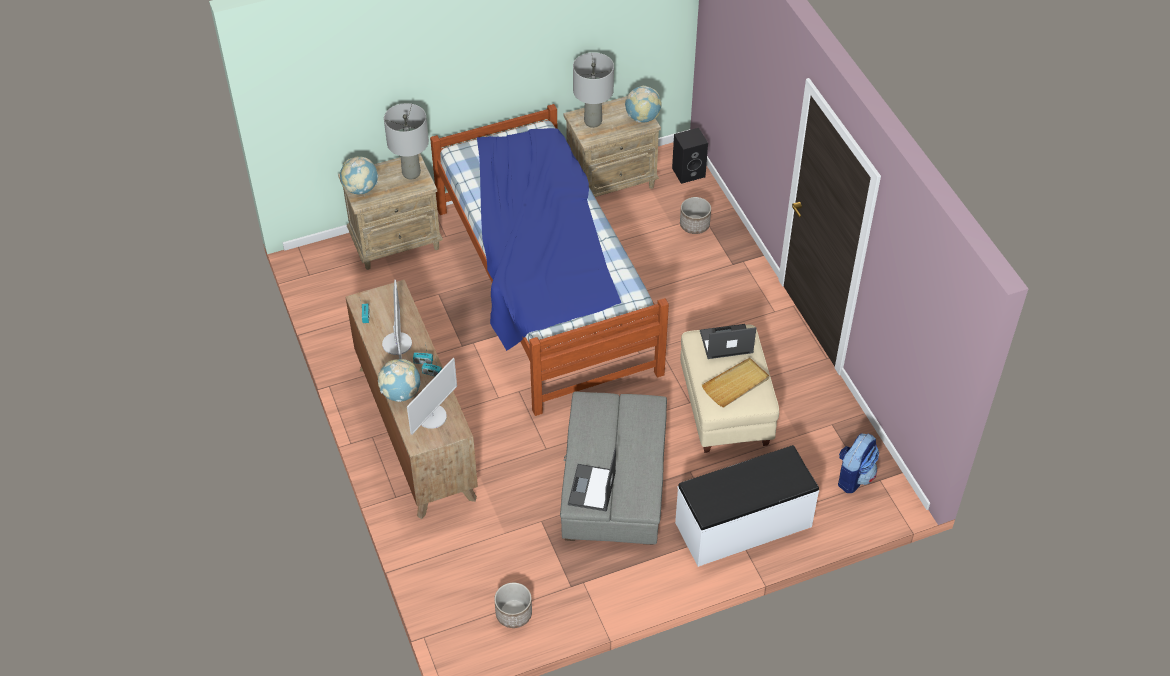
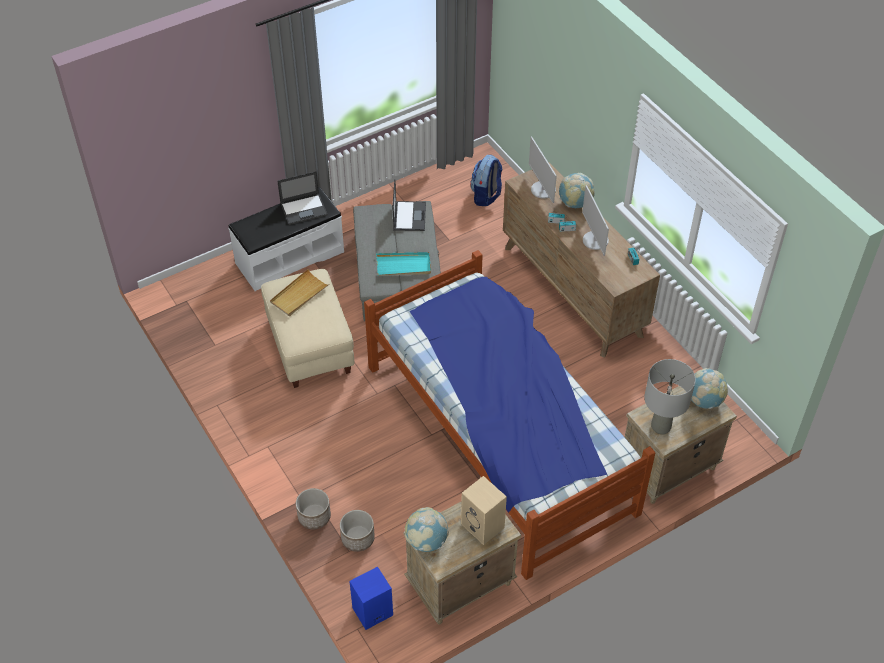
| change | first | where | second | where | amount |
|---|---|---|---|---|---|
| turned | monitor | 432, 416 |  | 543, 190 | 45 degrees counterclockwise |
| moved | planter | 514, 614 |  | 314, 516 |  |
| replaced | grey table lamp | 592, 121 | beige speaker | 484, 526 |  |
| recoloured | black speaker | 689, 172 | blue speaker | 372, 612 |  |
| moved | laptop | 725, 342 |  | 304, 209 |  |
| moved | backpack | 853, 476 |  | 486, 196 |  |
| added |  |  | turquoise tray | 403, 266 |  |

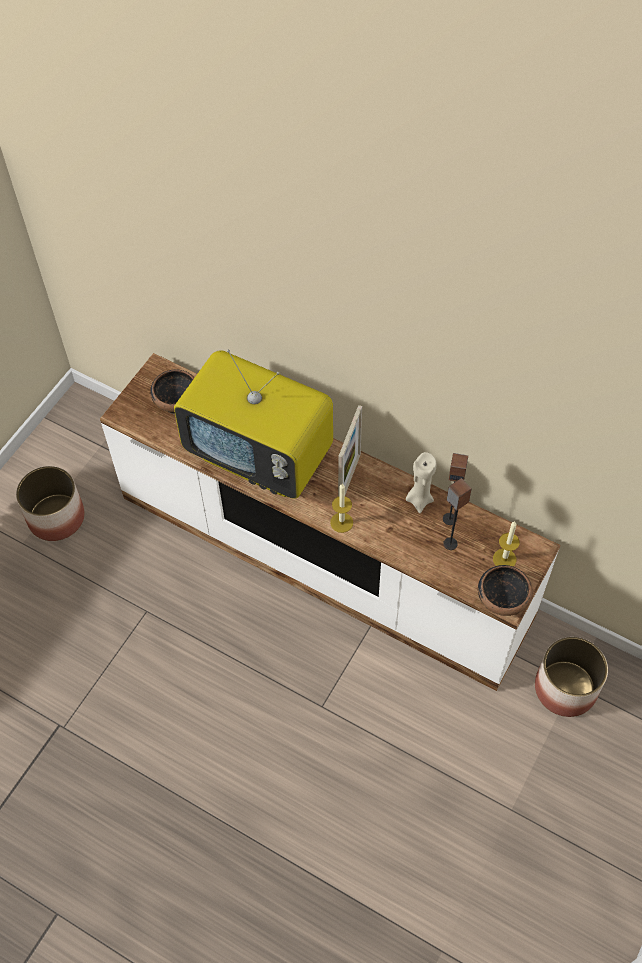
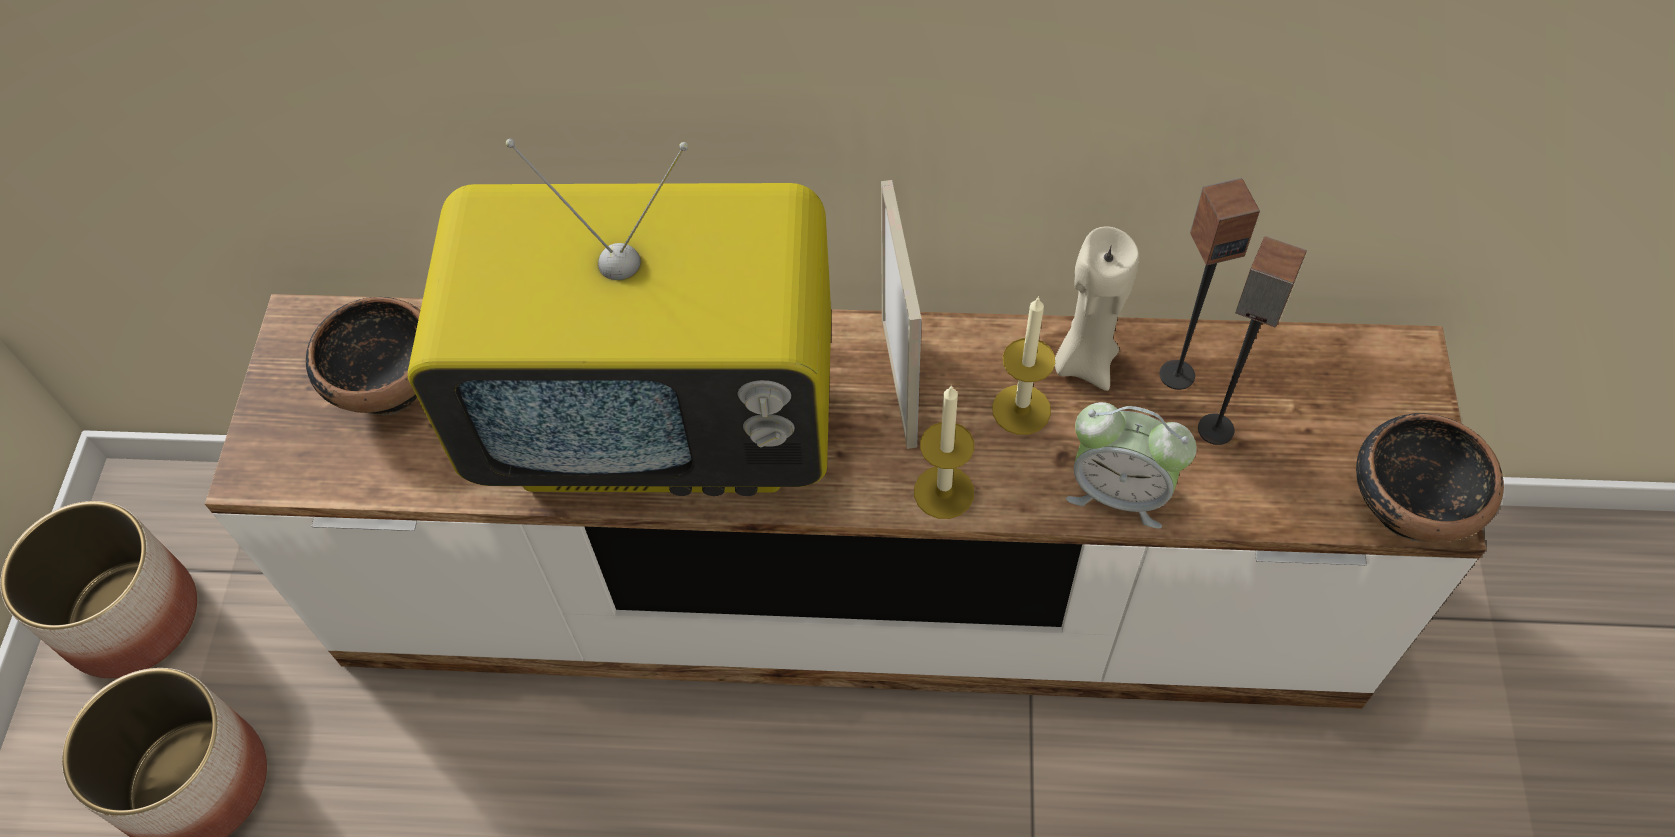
| change | first | where | second | where | amount |
|---|---|---|---|---|---|
| moved | candle | 504, 559 |  | 1021, 409 |  |
| moved | planter | 565, 687 |  | 132, 616 |  |
| added |  |  | alarm clock | 1119, 492 |  |

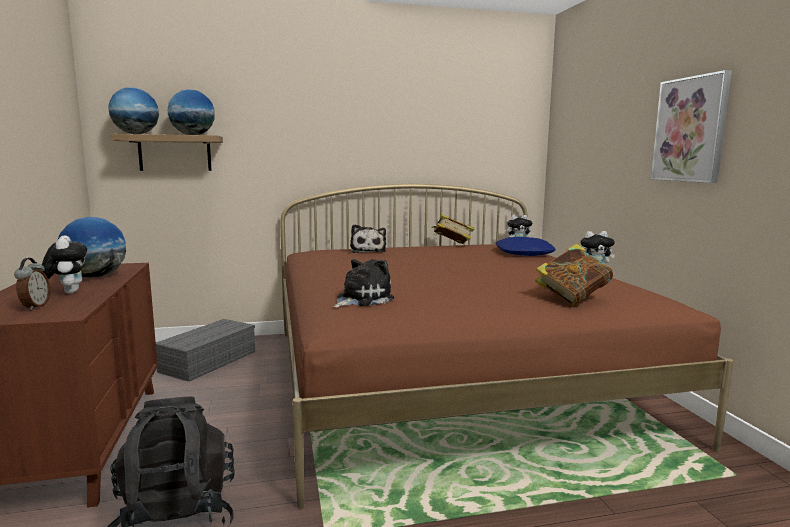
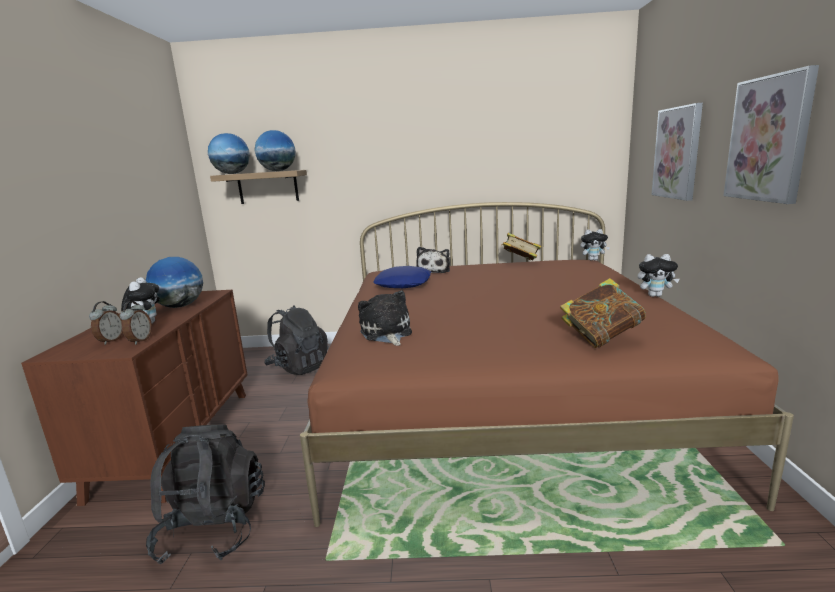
| change | first | where | second | where | amount |
|---|---|---|---|---|---|
| replaced | grey storage box | 209, 361 | black backpack | 299, 367 |  |
| turned | plush toy | 361, 299 |  | 386, 333 | 75 degrees counterclockwise |
| moved | blue pillow | 524, 253 |  | 404, 284 |  |
| added |  |  | alarm clock | 139, 341 |  |
| added |  |  | picture | 677, 153 |  |

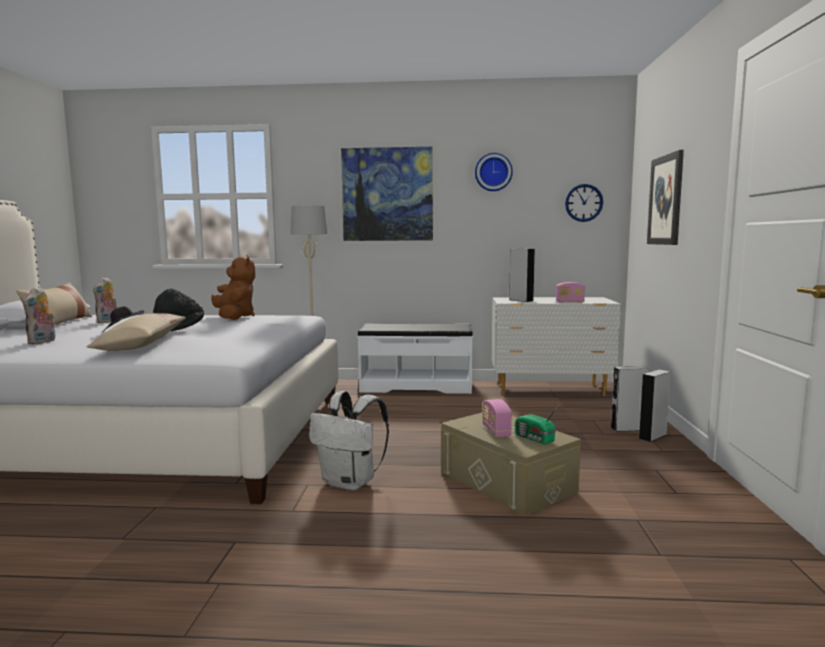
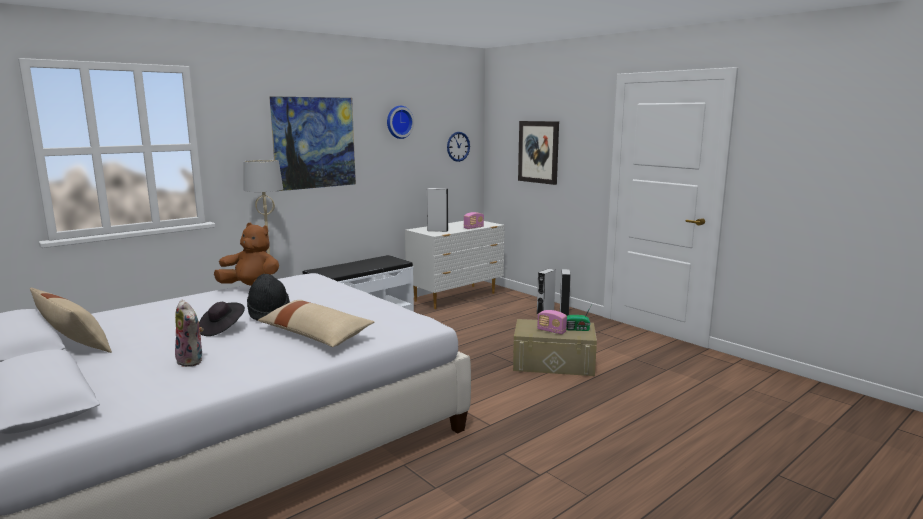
| change | first | where | second | where | amount |
|---|---|---|---|---|---|
| removed | plush toy | 108, 321 |  |  |  |
| removed | white backpack | 351, 482 |  |  |  |

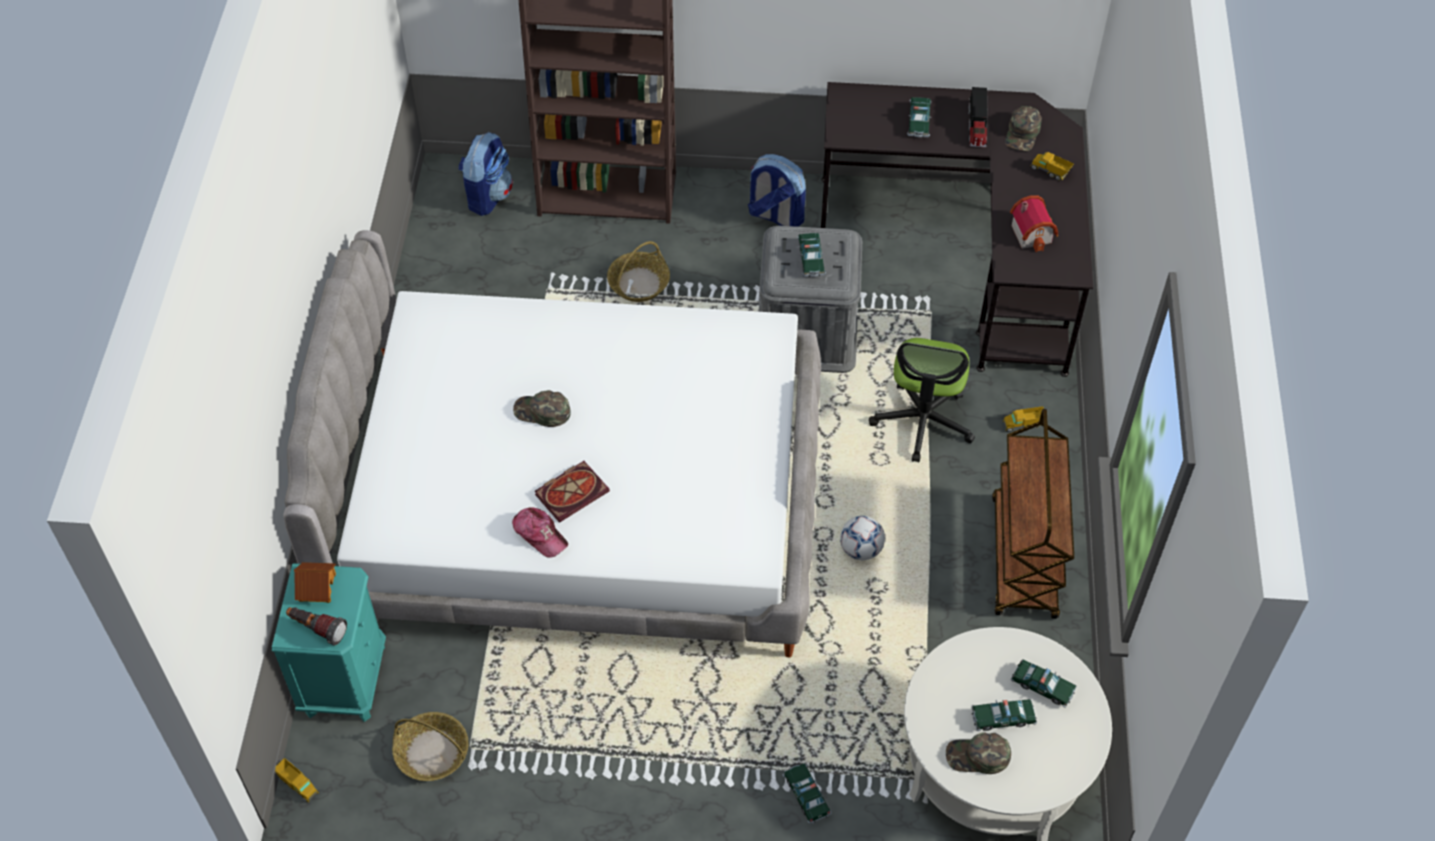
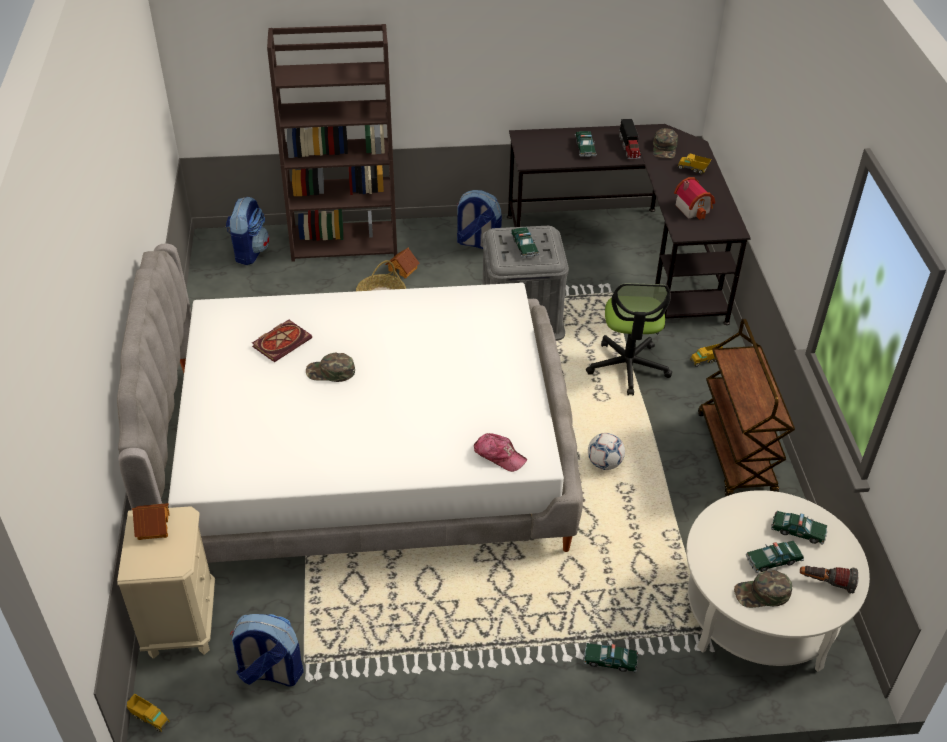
| change | first | where | second | where | amount |
|---|---|---|---|---|---|
| recoloured | turquoise nightstand | 344, 679 | beige nightstand | 181, 621 |  |
| moved | flashlight | 317, 629 |  | 825, 583 |  |
| replaced | basket | 431, 753 | backpack | 270, 672 |  |
| moved | cap | 539, 534 |  | 499, 455 |  |
| moved | book | 572, 491 |  | 282, 341 |  |
| turned | toy car | 806, 796 |  | 610, 661 | 45 degrees counterclockwise |
| added |  |  | toy house | 403, 269 |  |

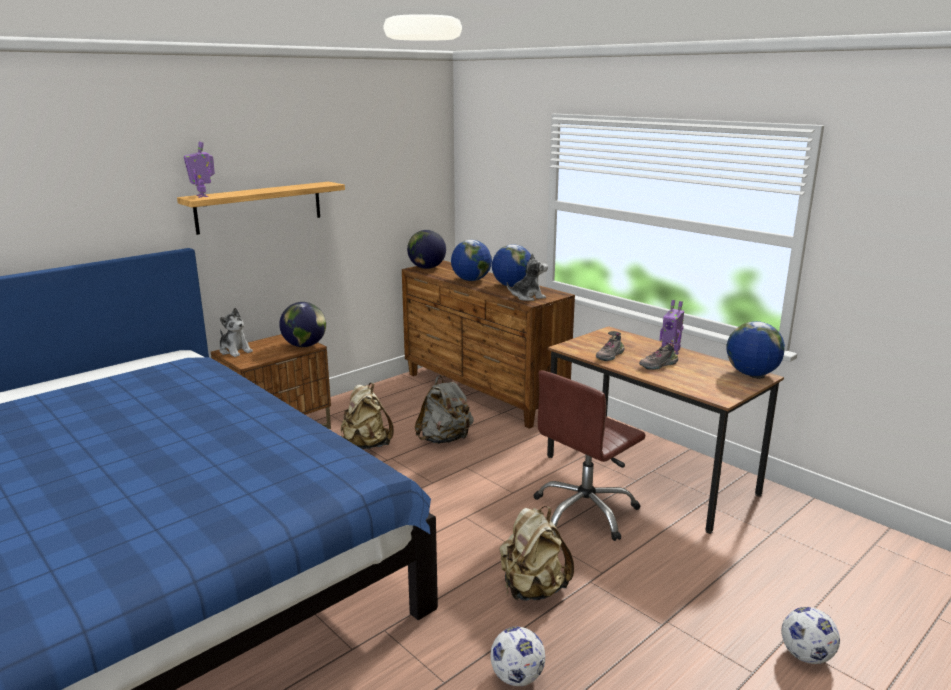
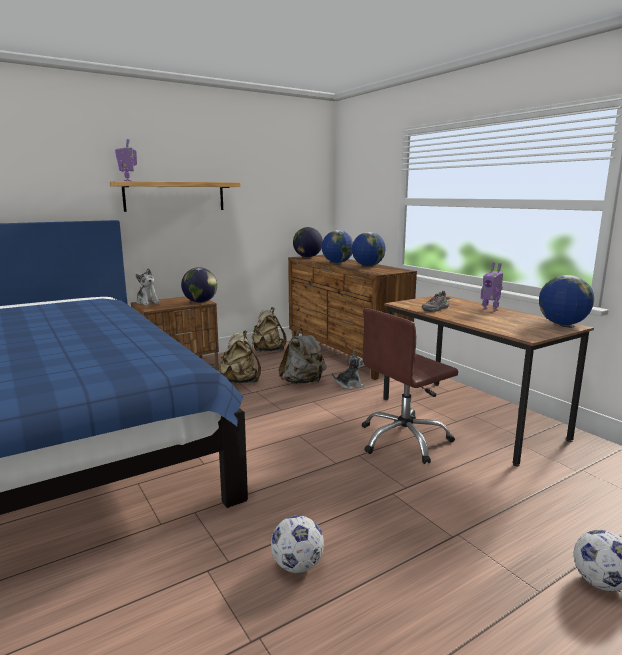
| change | first | where | second | where | amount |
|---|---|---|---|---|---|
| moved | beige backpack | 532, 589 |  | 268, 351 |  |
| moved | plush toy | 527, 297 |  | 350, 385 |  |
| removed | shoe | 658, 365 |  |  |  |

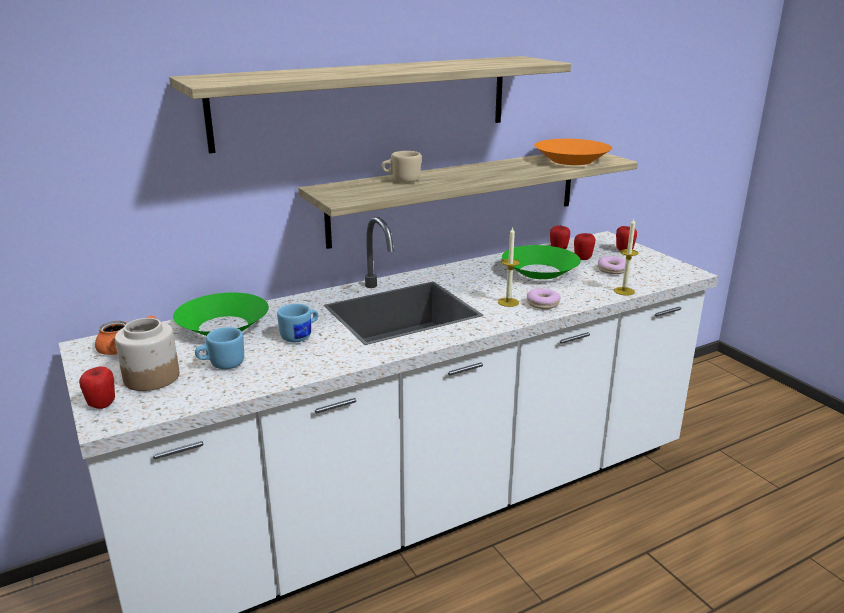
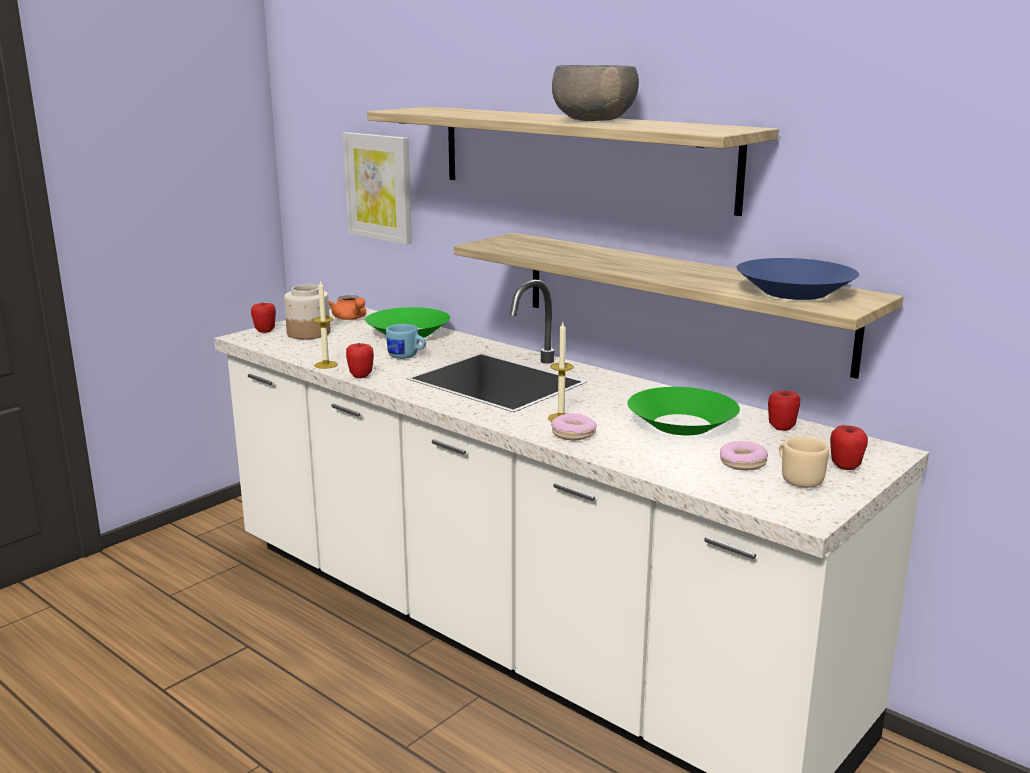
| change | first | where | second | where | amount |
|---|---|---|---|---|---|
| removed | blue mug | 221, 364 |  |  |  |
| moved | beige mug | 401, 180 |  | 798, 479 |  |
| recoloured | orange bowl | 571, 160 | blue bowl | 794, 292 |  |
| moved | apple | 583, 258 |  | 361, 375 |  |
| moved | candle | 624, 291 |  | 326, 365 |  |
| added |  |  | picture | 379, 187 |  |
| added |  |  | grey bowl | 593, 120 |  |

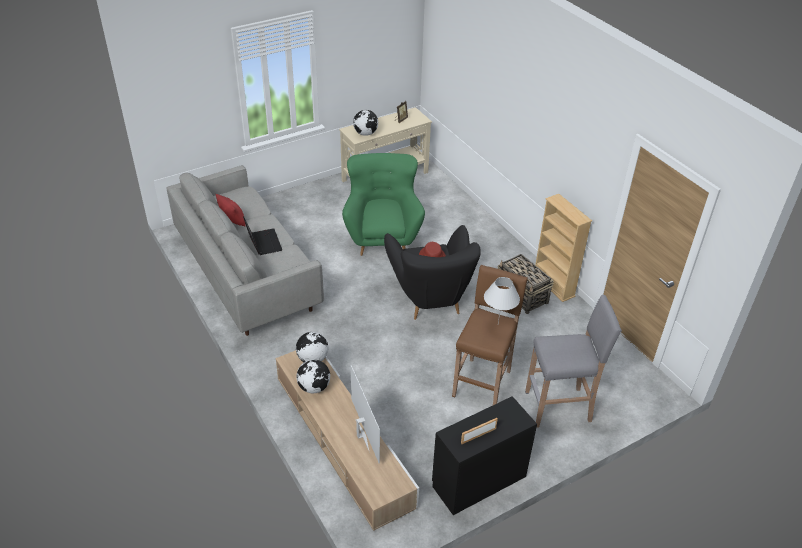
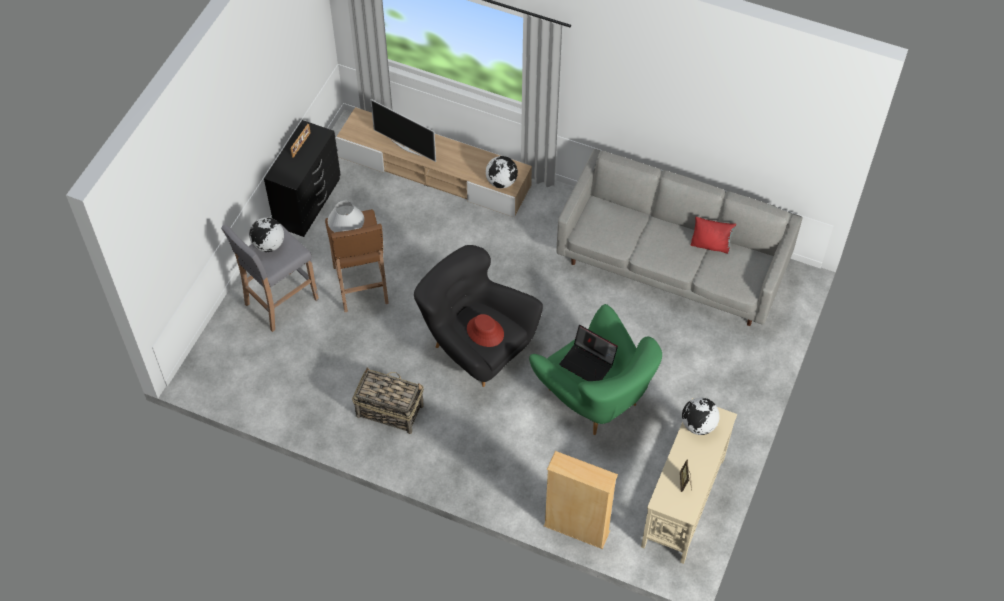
| change | first | where | second | where | amount |
|---|---|---|---|---|---|
| moved | laptop | 263, 242 |  | 588, 363 |  |
| moved | globe | 314, 387 |  | 268, 245 |  |
| moved | beige bookcase | 553, 285 |  | 576, 529 |  |

